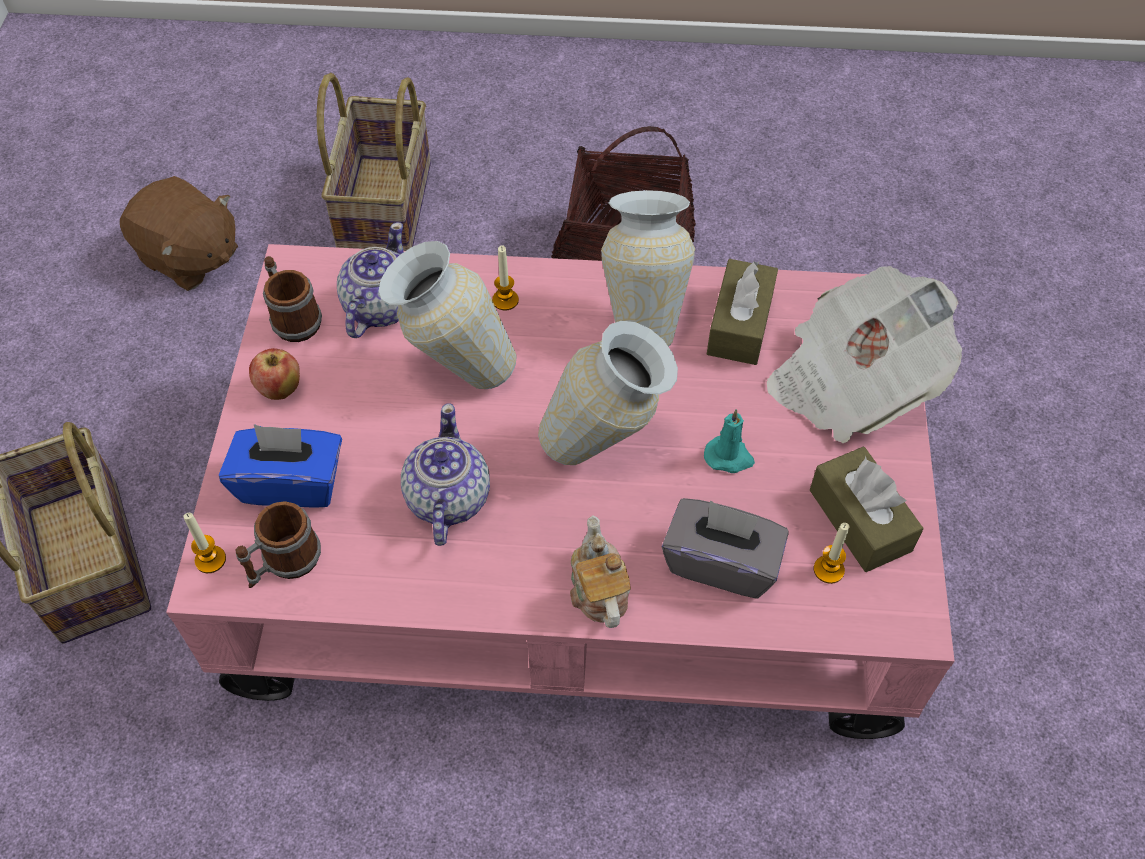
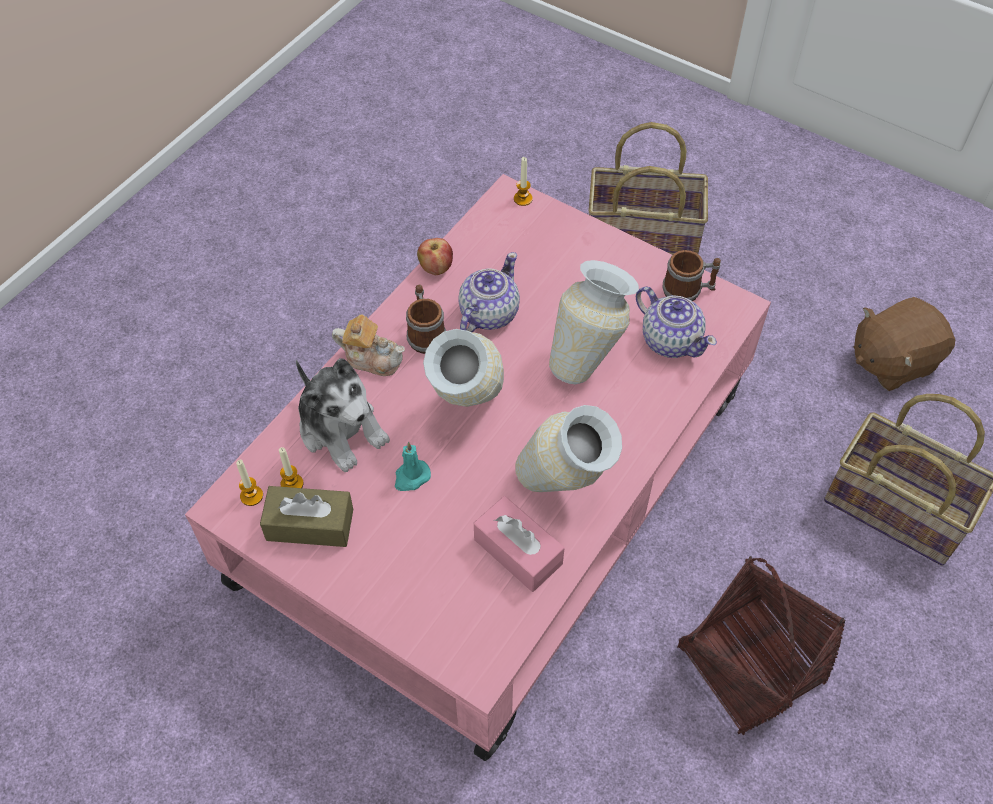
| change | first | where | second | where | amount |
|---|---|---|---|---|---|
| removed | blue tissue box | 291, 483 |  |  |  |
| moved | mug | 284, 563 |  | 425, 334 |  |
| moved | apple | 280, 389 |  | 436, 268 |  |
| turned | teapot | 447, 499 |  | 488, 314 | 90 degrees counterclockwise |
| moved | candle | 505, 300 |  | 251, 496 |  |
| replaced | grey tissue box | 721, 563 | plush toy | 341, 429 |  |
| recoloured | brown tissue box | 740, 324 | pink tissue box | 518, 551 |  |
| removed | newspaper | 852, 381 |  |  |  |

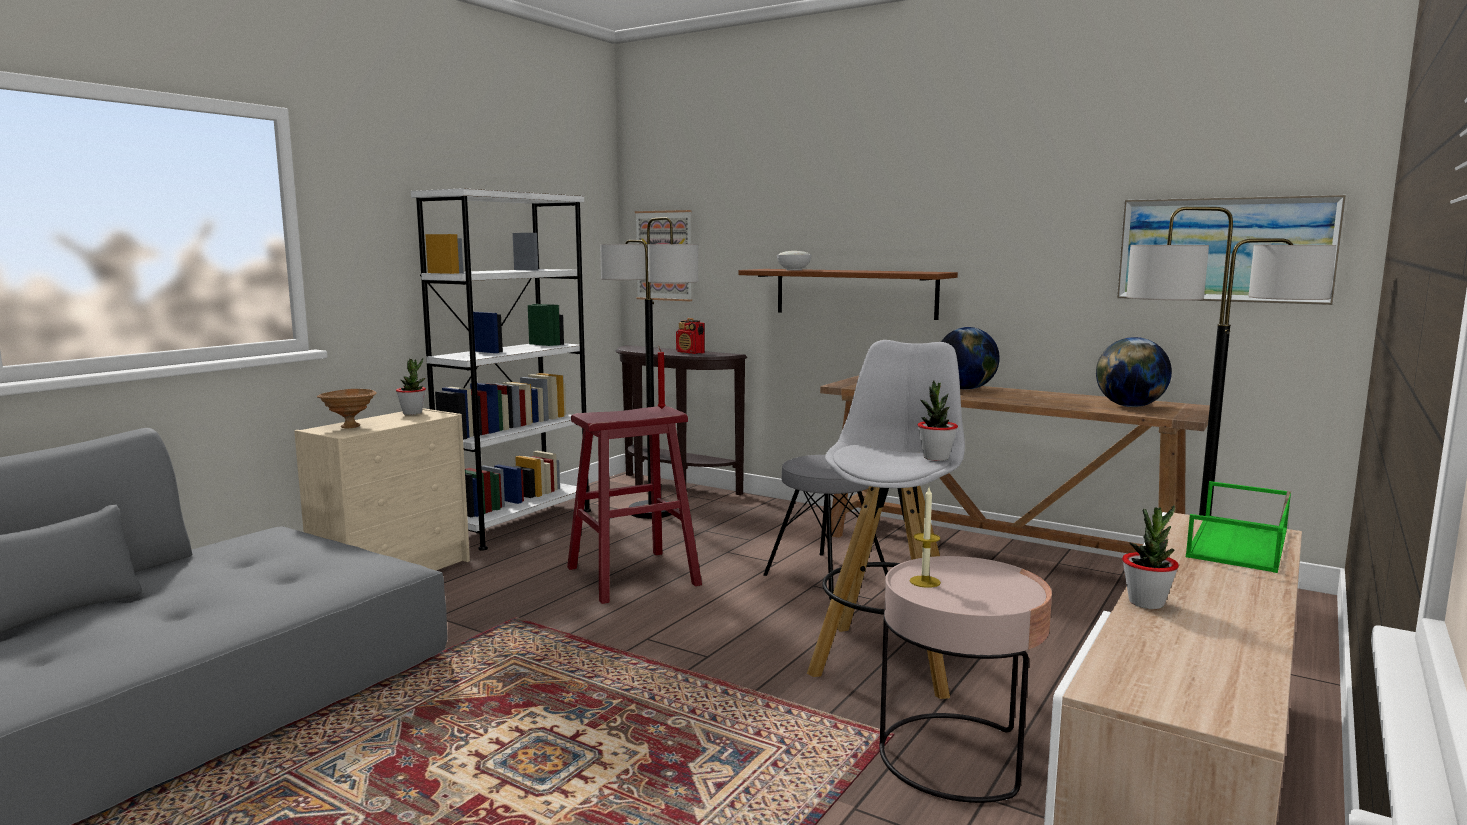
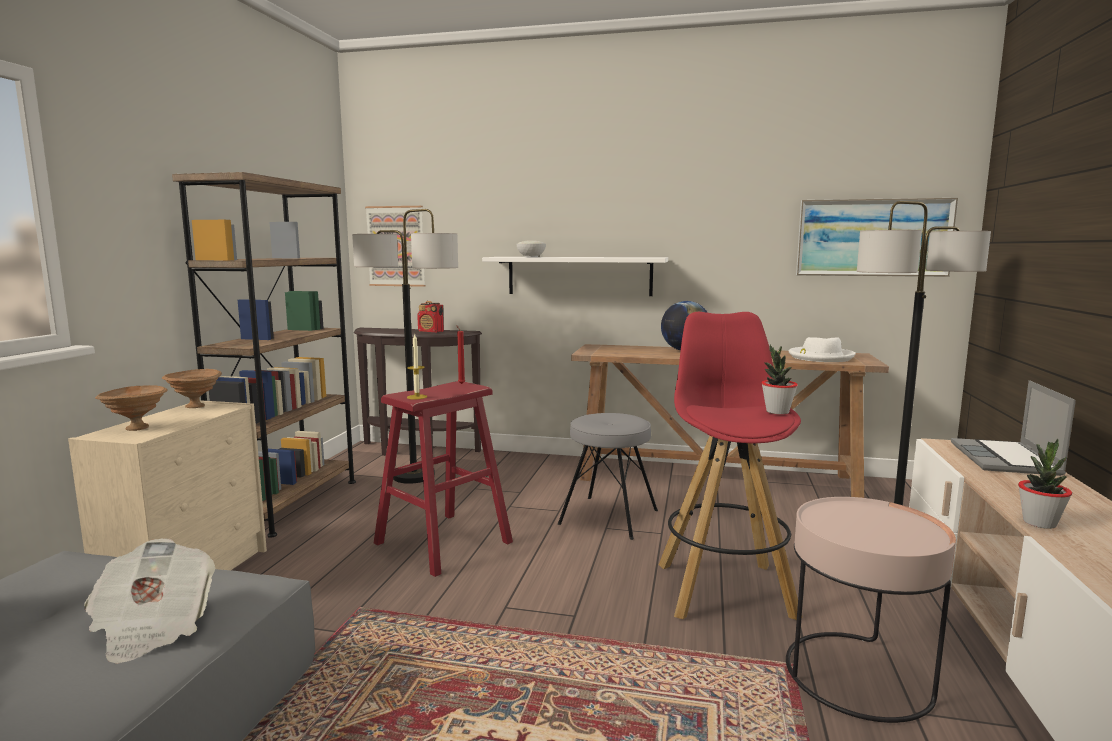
| change | first | where | second | where | amount |
|---|---|---|---|---|---|
| replaced | potted plant | 412, 413 | brown bowl | 196, 406 |  |
| recoloured | white bookcase | 517, 523 | brown bookcase | 290, 504 |  |
| recoloured | brown shelf | 855, 293 | white shelf | 579, 276 |  |
| recoloured | white stool | 889, 659 | red stool | 724, 589 |  |
| moved | candle | 925, 581 |  | 417, 397 |  |
| replaced | globe | 1130, 406 | white hat | 820, 357 |  |
| replaced | green tray | 1240, 544 | laptop | 1006, 459 |  |
| added |  |  | newspaper | 153, 626 |  |

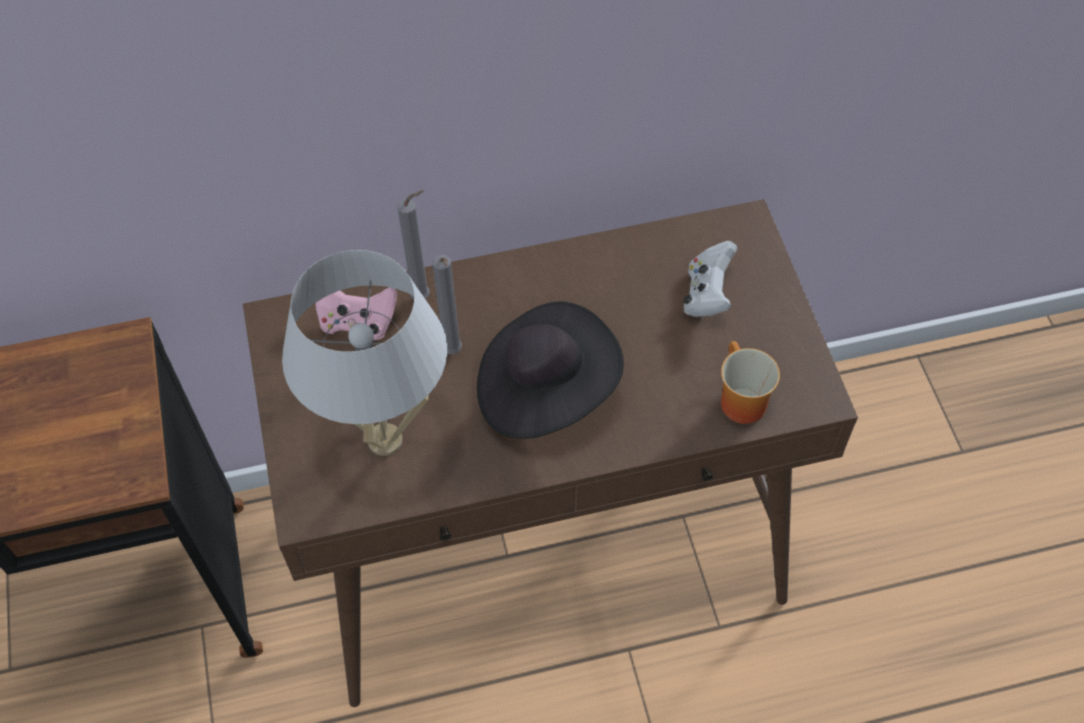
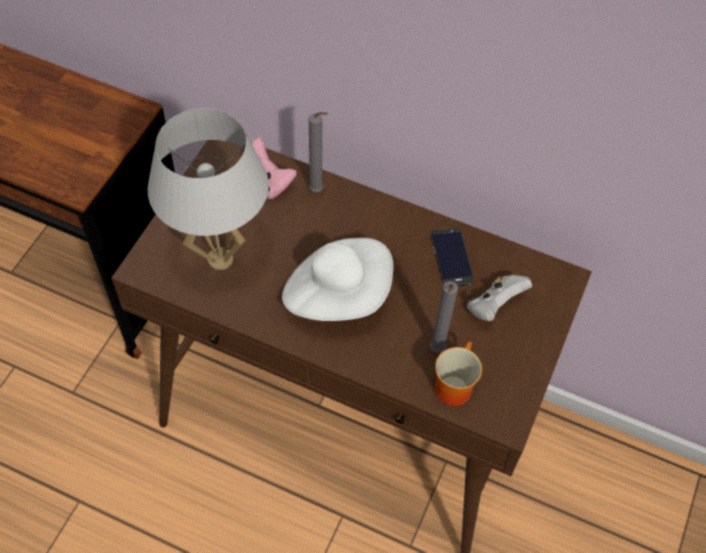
| change | first | where | second | where | amount |
|---|---|---|---|---|---|
| moved | grey candle | 453, 353 |  | 436, 351 |  |
| recoloured | black hat | 545, 389 | white hat | 338, 294 |  |
| added |  |  | phone | 451, 257 |  |

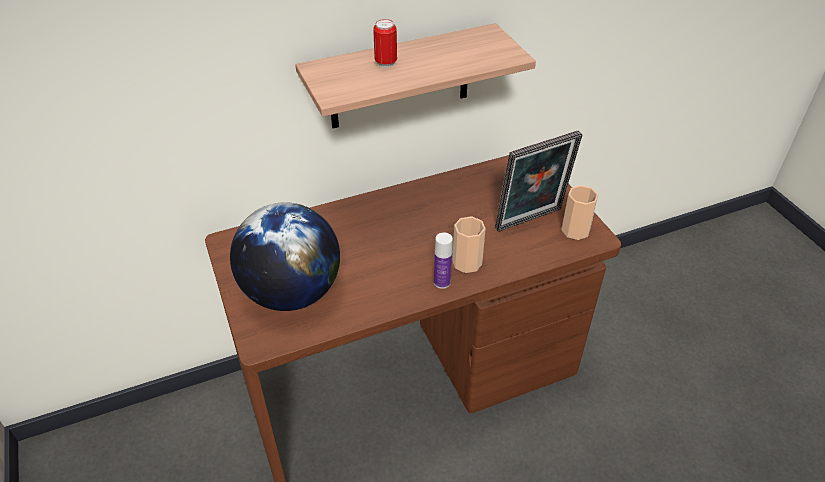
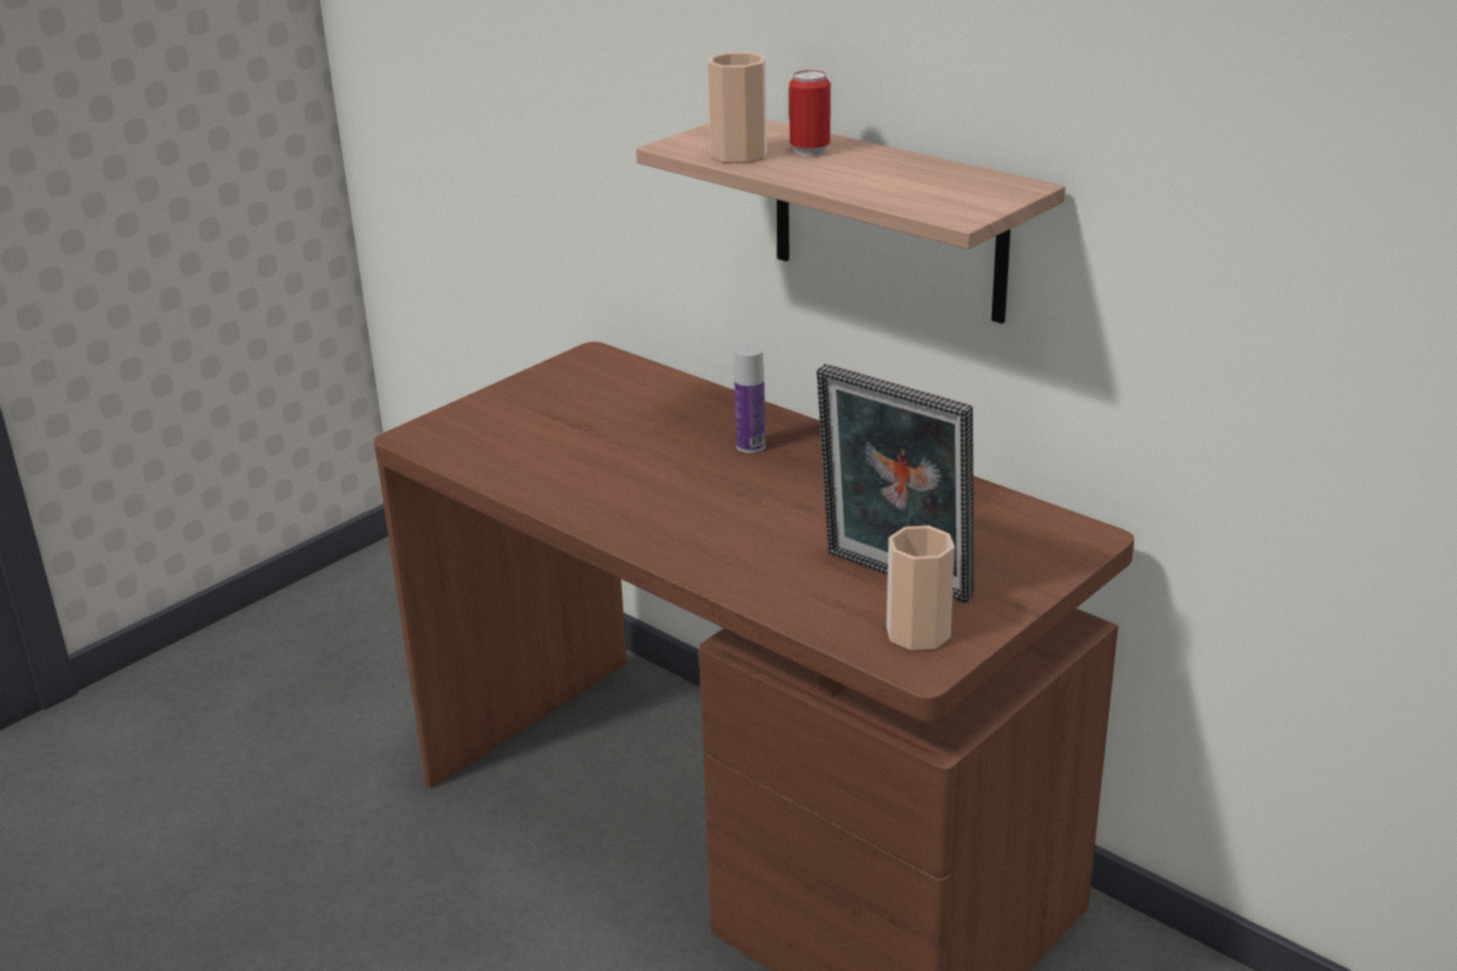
| change | first | where | second | where | amount |
|---|---|---|---|---|---|
| removed | globe | 292, 293 |  |  |  |
| moved | bottle | 442, 282 |  | 750, 446 |  |
| moved | cup | 467, 262 |  | 738, 154 |  |

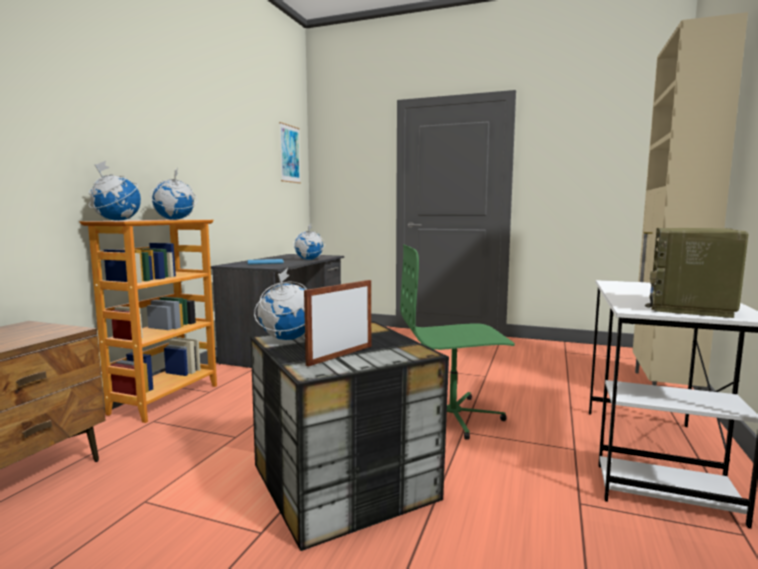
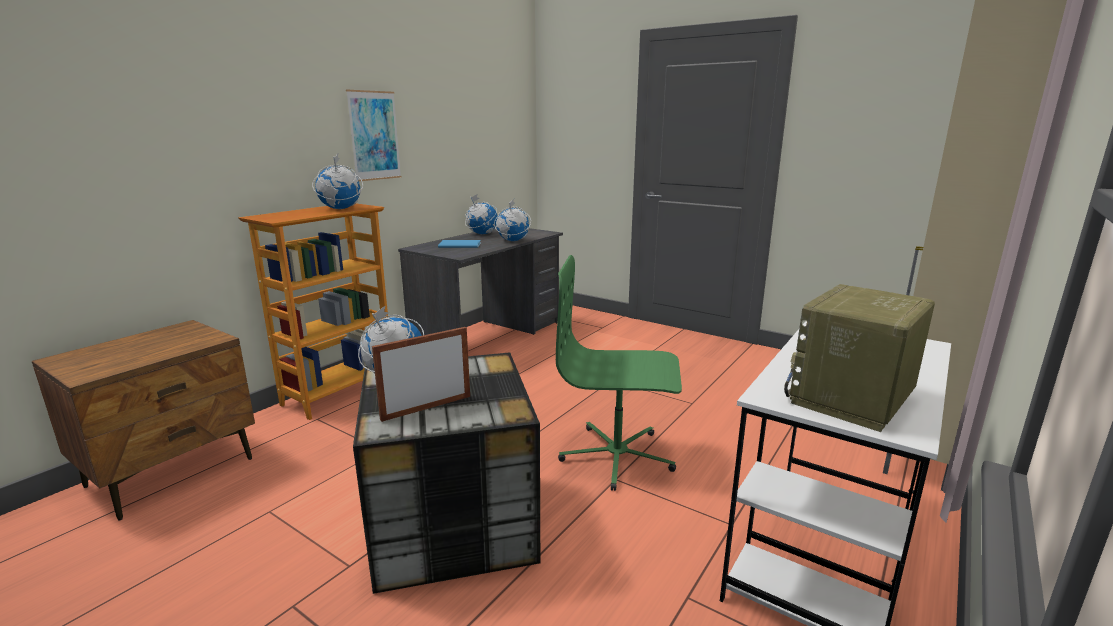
| change | first | where | second | where | amount |
|---|---|---|---|---|---|
| moved | globe | 116, 220 |  | 482, 234 |  |
| moved | picture | 289, 154 |  | 374, 136 |  |

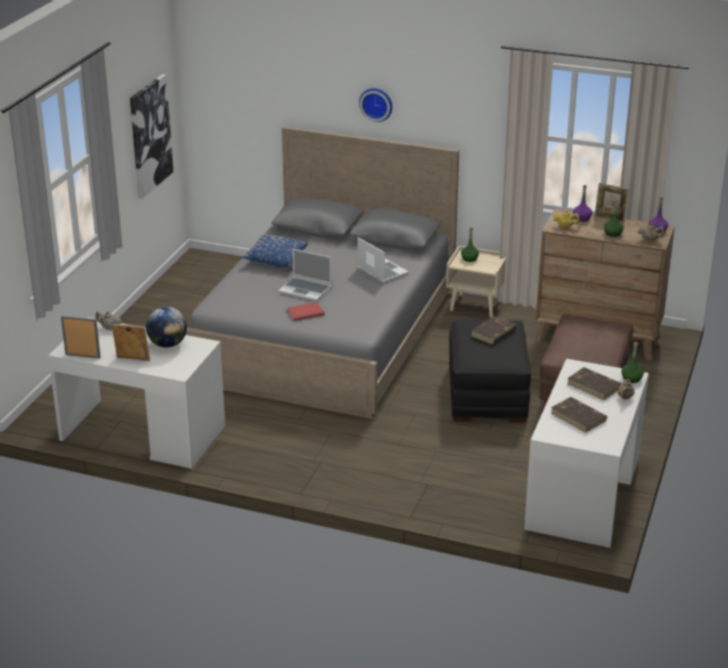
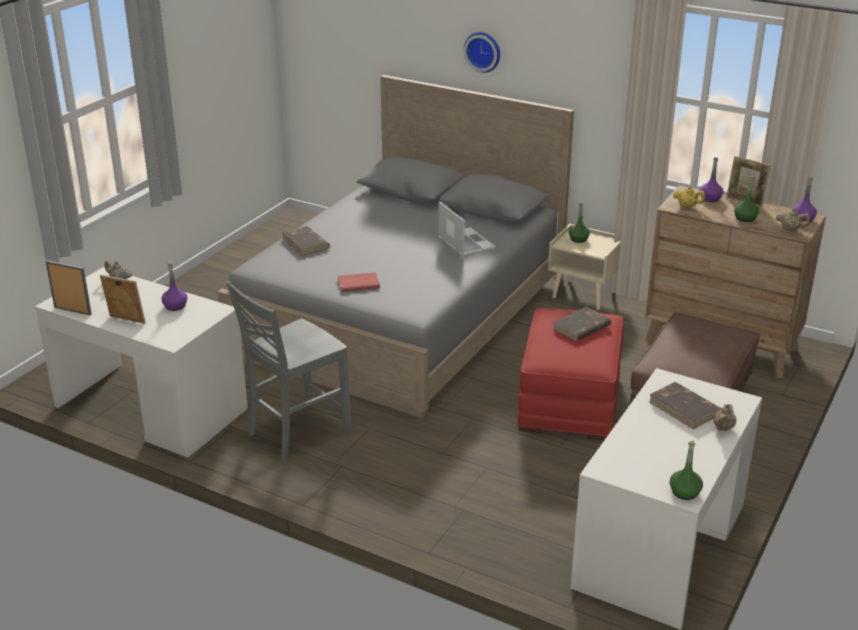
| change | first | where | second | where | amount |
|---|---|---|---|---|---|
| removed | picture | 150, 136 |  |  |  |
| replaced | globe | 167, 344 | purple bottle | 175, 306 |  |
| removed | blue pillow | 275, 259 |  |  |  |
| removed | laptop | 306, 290 |  |  |  |
| recoloured | black ottoman | 487, 394 | red ottoman | 570, 400 |  |
| moved | brown book | 579, 417 |  | 306, 243 |  |
| moved | green bottle | 631, 378 |  | 684, 492 |  |
| added |  |  | grey chair | 296, 433 |  |

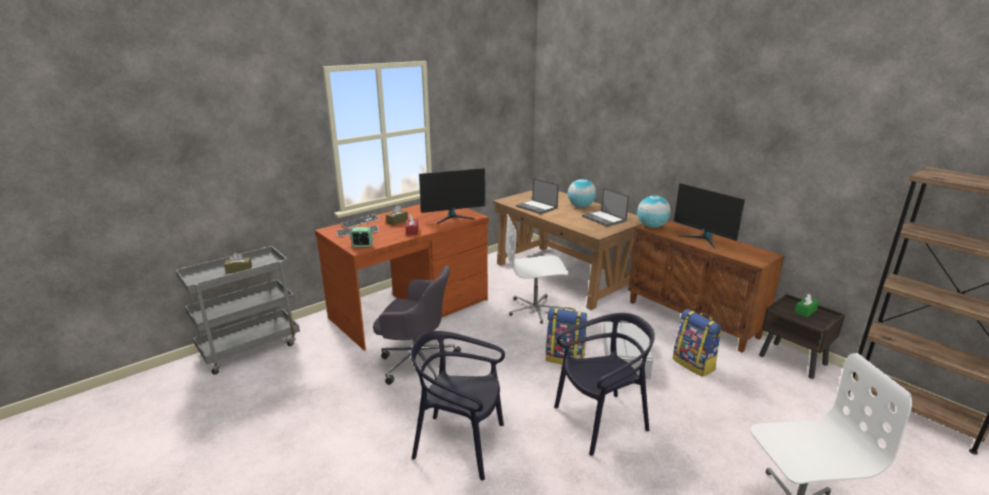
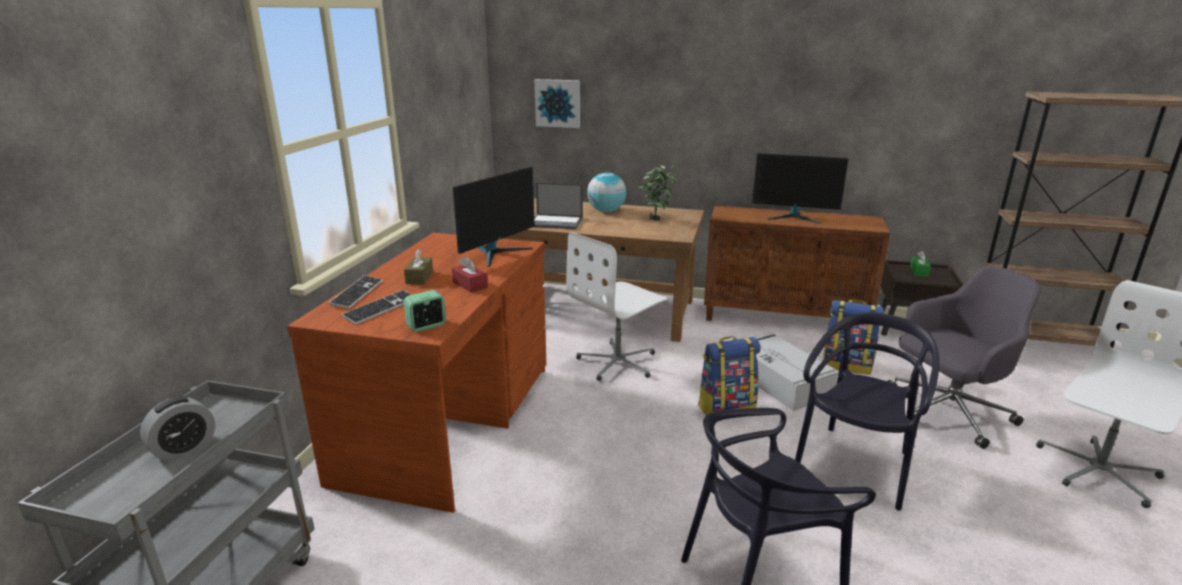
| change | first | where | second | where | amount |
|---|---|---|---|---|---|
| replaced | brown tissue box | 239, 270 | alarm clock | 184, 448 |  |
| moved | grey office chair | 416, 361 |  | 947, 412 |  |
| replaced | laptop | 604, 219 | potted plant | 656, 219 |  |
| removed | globe | 652, 226 |  |  |  |
| added |  |  | picture | 558, 103 |  |

